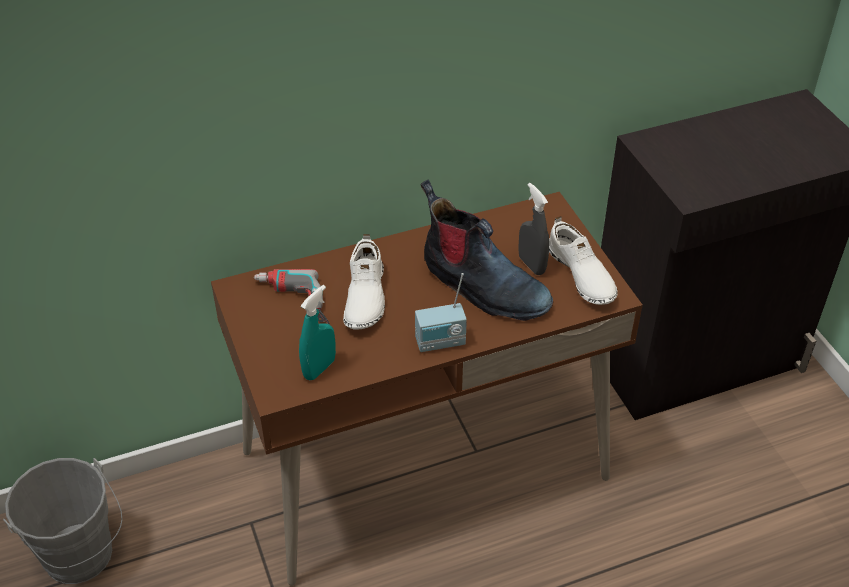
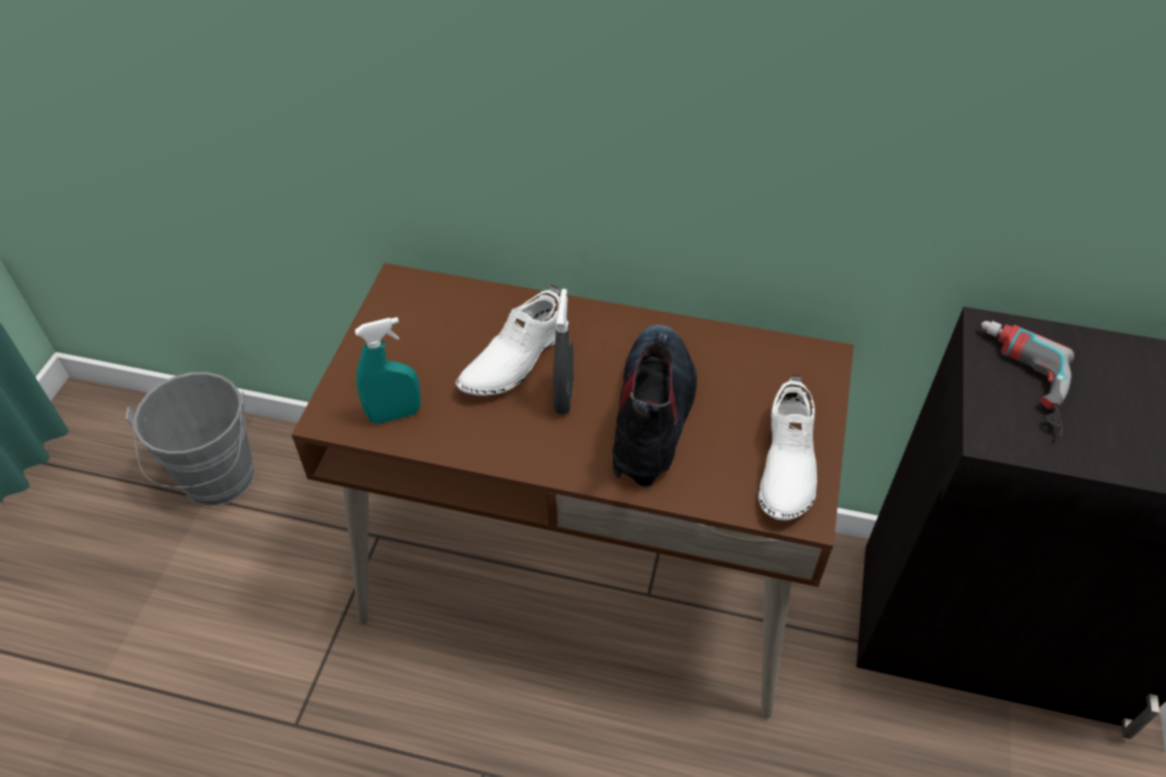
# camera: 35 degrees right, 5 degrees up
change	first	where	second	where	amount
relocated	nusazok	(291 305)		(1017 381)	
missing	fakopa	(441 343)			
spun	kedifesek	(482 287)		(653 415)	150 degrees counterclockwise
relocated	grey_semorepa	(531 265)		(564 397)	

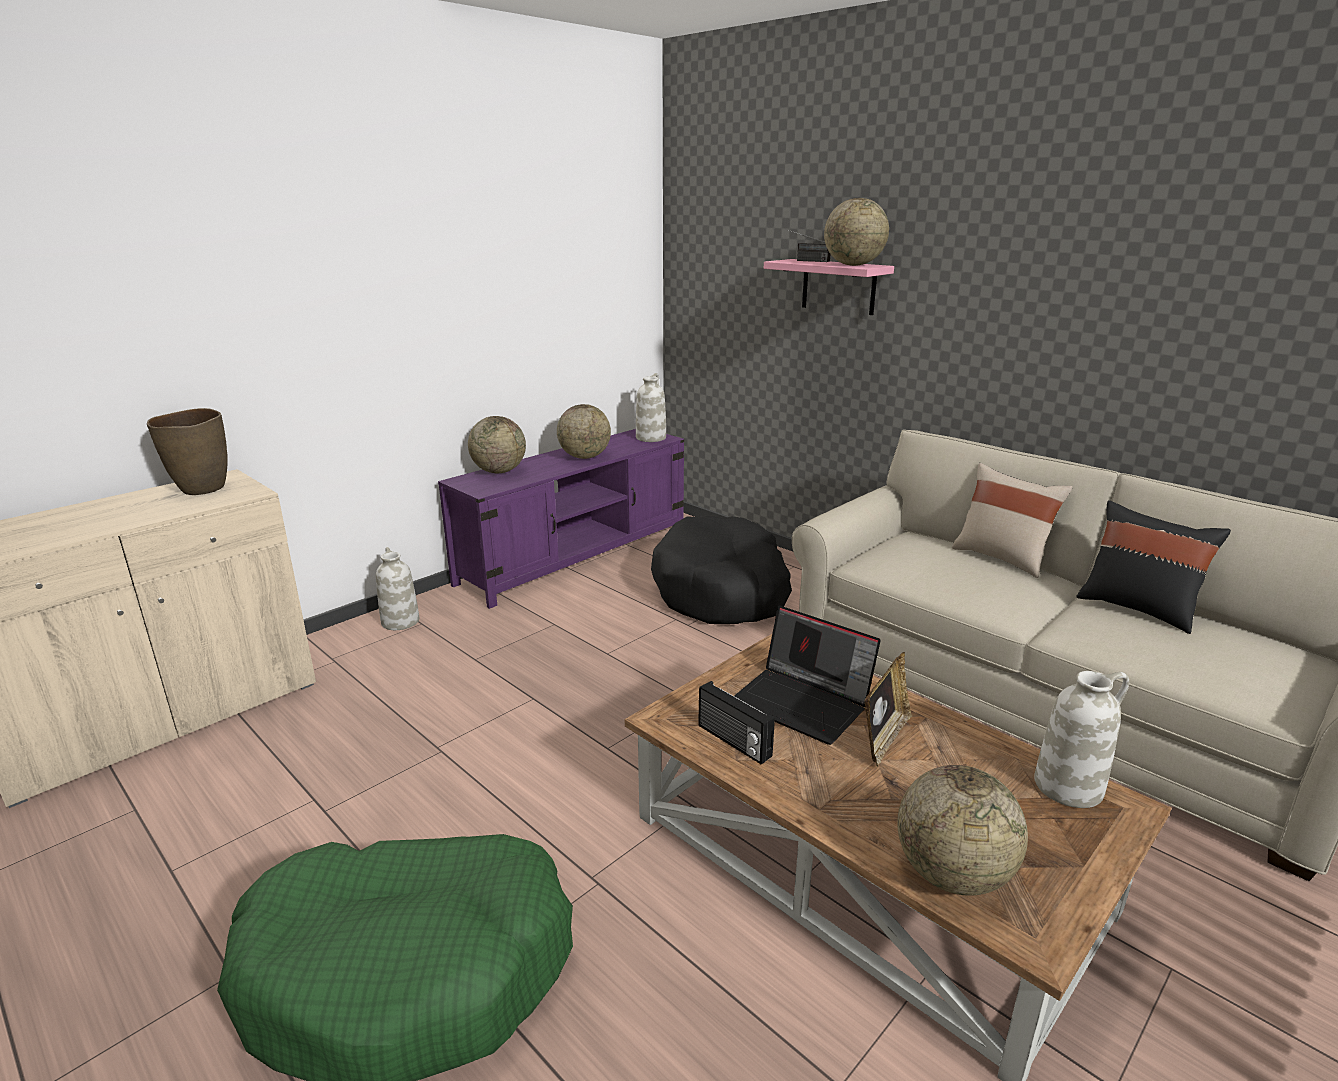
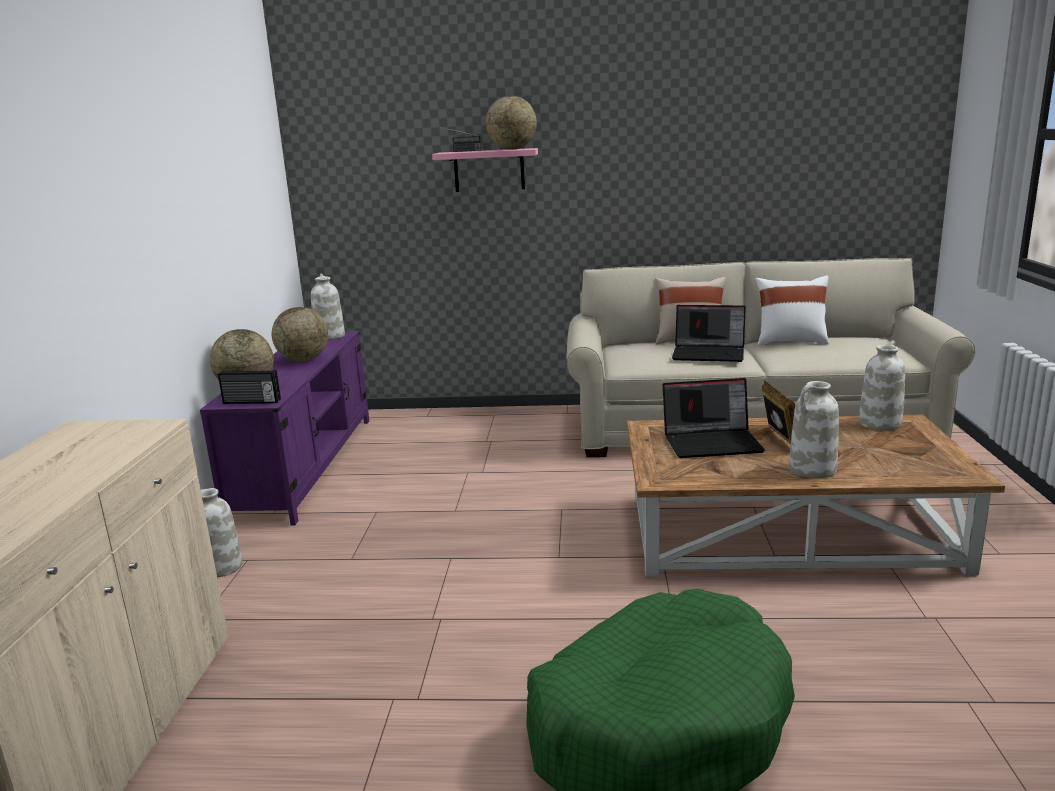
# camera: 40 degrees left, 5 degrees down
change	first	where	second	where	amount
missing	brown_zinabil	(202 489)			
missing	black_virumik	(722 590)			
relocated	fakopa	(733 741)		(251 402)	
missing	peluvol	(952 874)			
colour	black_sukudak	(1137 608)	white_sukudak	(790 341)	
appeared			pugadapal	(709 354)	
appeared			white_zinabil	(812 470)	

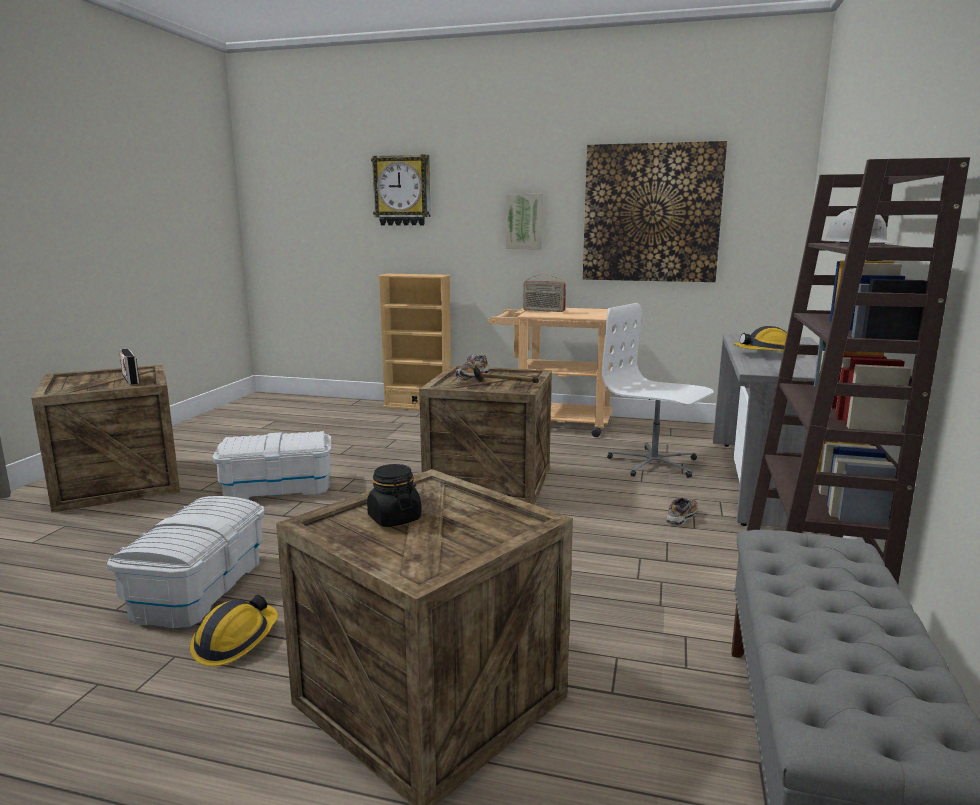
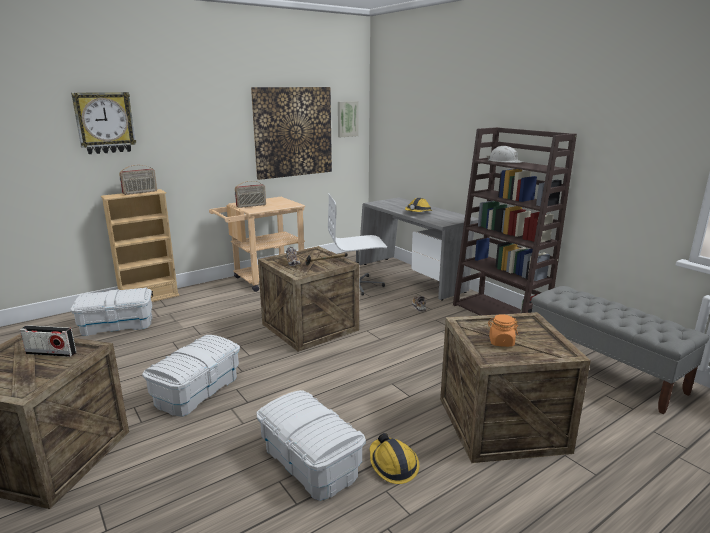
# camera: 50 degrees left, 5 degrees up
change	first	where	second	where	amount
colour	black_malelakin	(394 518)	orange_malelakin	(501 342)	
relocated	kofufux	(524 221)		(347 119)	
appeared			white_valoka	(117 325)	
appeared			fakopa	(140 192)	

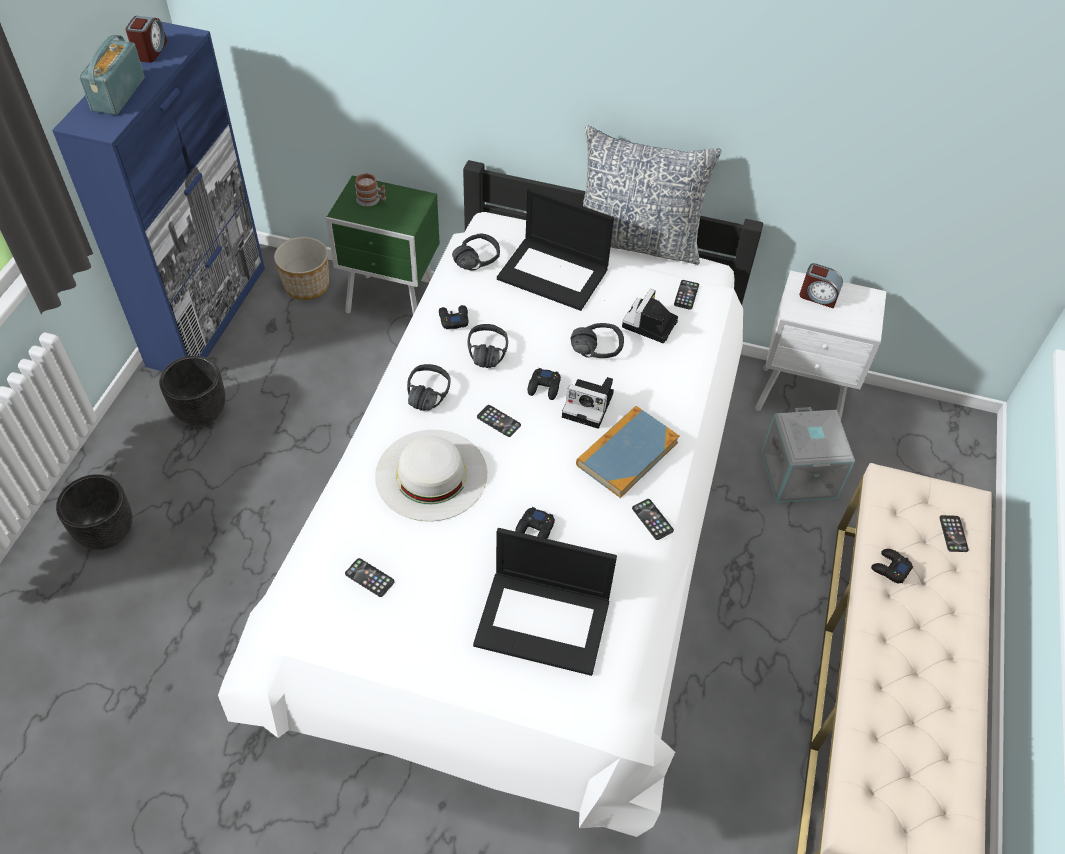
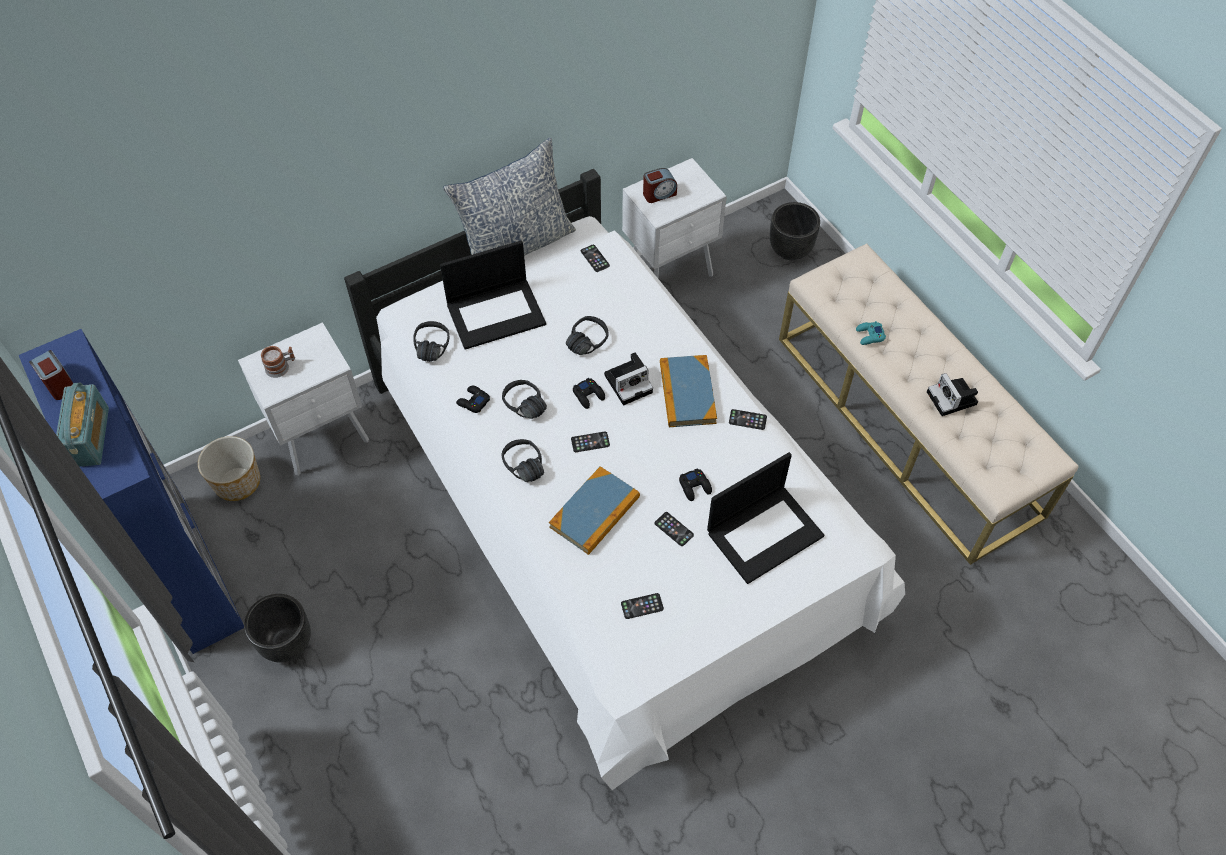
# camera: 45 degrees left, 5 degrees up
change	first	where	second	where	amount
relocated	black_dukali	(108 533)		(789 250)	
spun	fakopa	(118 94)		(90 437)	150 degrees counterclockwise
colour	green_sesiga	(393 304)	white_sesiga	(324 438)	
exchanged	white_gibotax	(431 474)	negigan	(595 512)	
relocated	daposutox	(649 325)		(953 399)	
missing	grey_valoka	(800 474)			
colour	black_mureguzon	(890 568)	turquoise_mureguzon	(869 336)	
relocated	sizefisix	(953 534)		(674 529)	

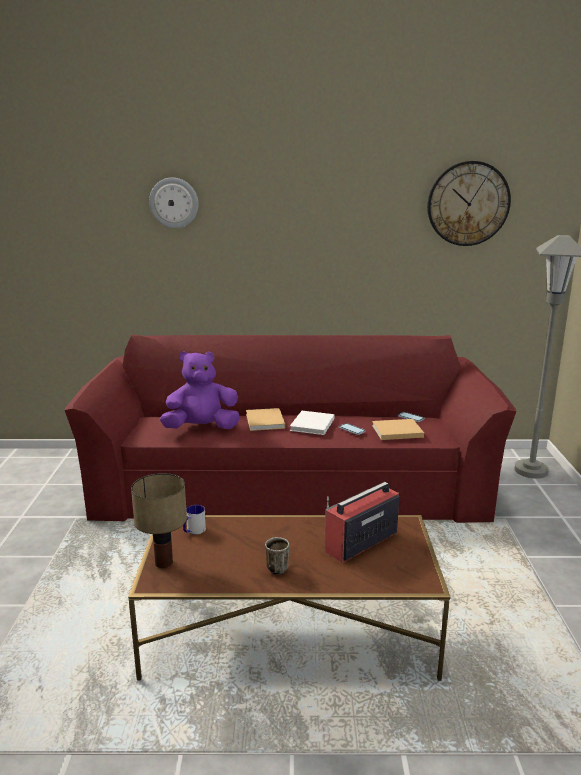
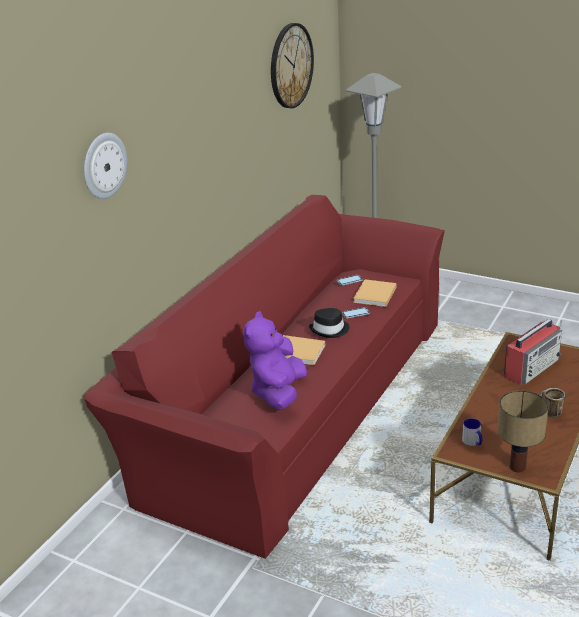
# camera: 60 degrees left, 10 degrees up
change	first	where	second	where	amount
exchanged	white_negigan	(312 425)	black_gibotax	(330 330)	
spun	fakopa	(360 542)		(532 368)	120 degrees counterclockwise

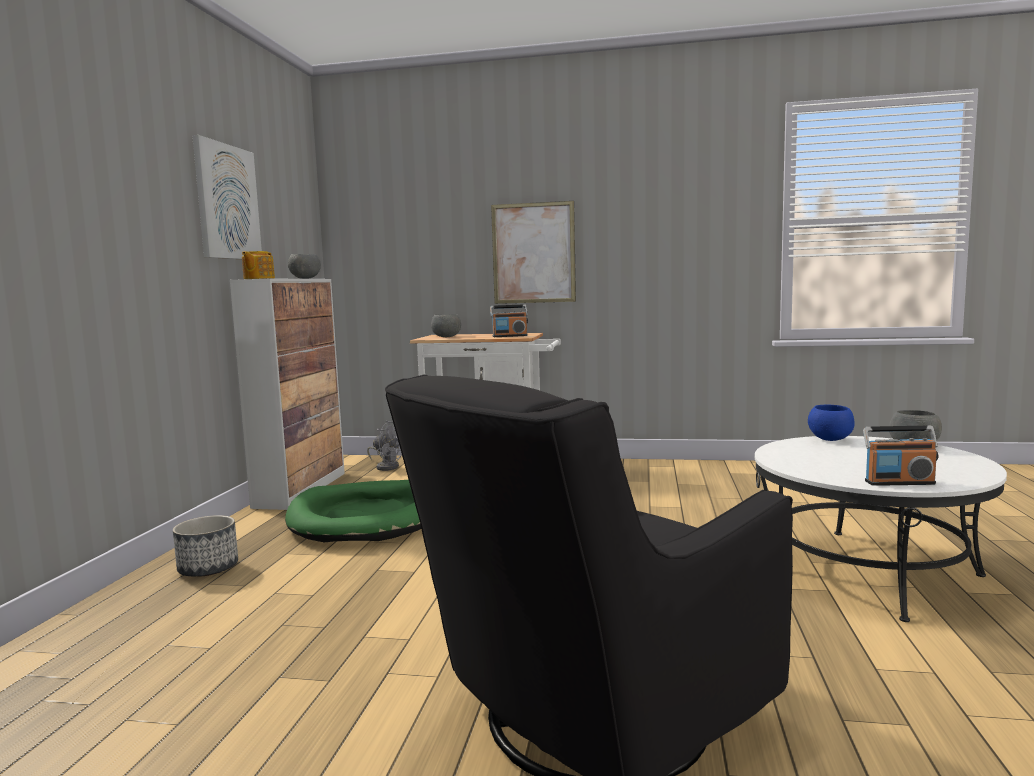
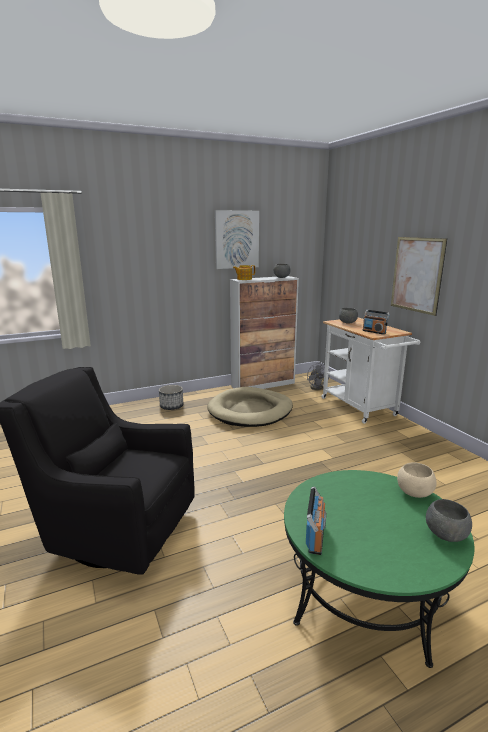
# camera: 55 degrees right, 10 degrees up
change	first	where	second	where	amount
colour	green_virumik	(367 518)	beige_virumik	(250 410)	
colour	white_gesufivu	(866 570)	green_gesufivu	(365 592)	
colour	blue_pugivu	(829 439)	beige_pugivu	(414 493)	
spun	fakopa	(899 482)		(315 537)	135 degrees counterclockwise

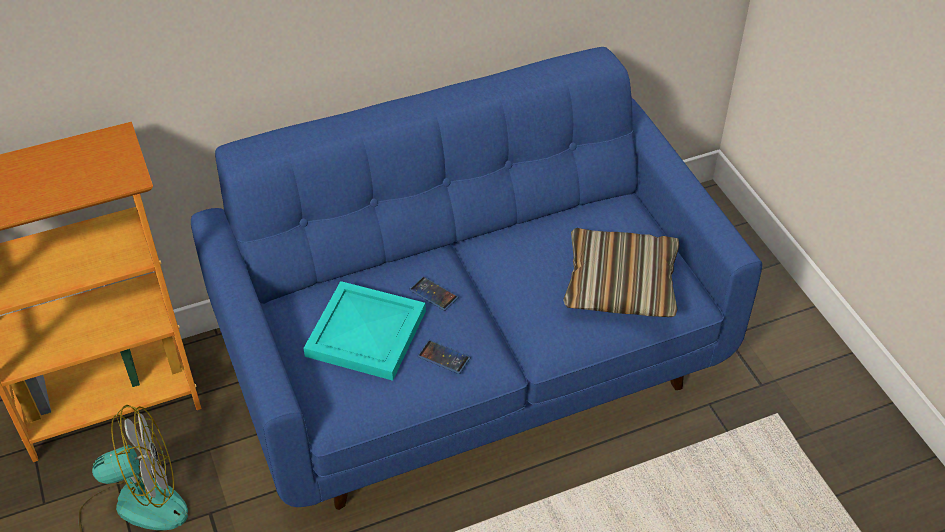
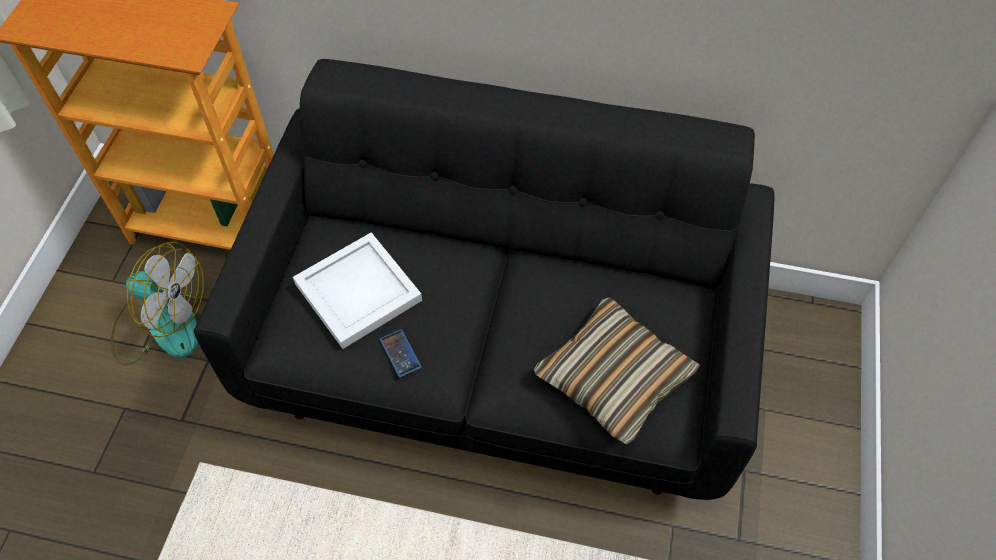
# camera: 35 degrees right, 10 degrees up
change	first	where	second	where	amount
colour	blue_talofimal	(473 361)	black_talofimal	(499 354)	
colour	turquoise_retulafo	(365 332)	white_retulafo	(358 290)	
missing	sizefisix	(434 294)			

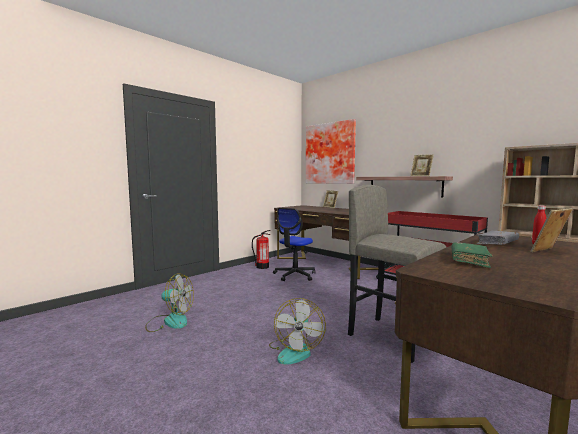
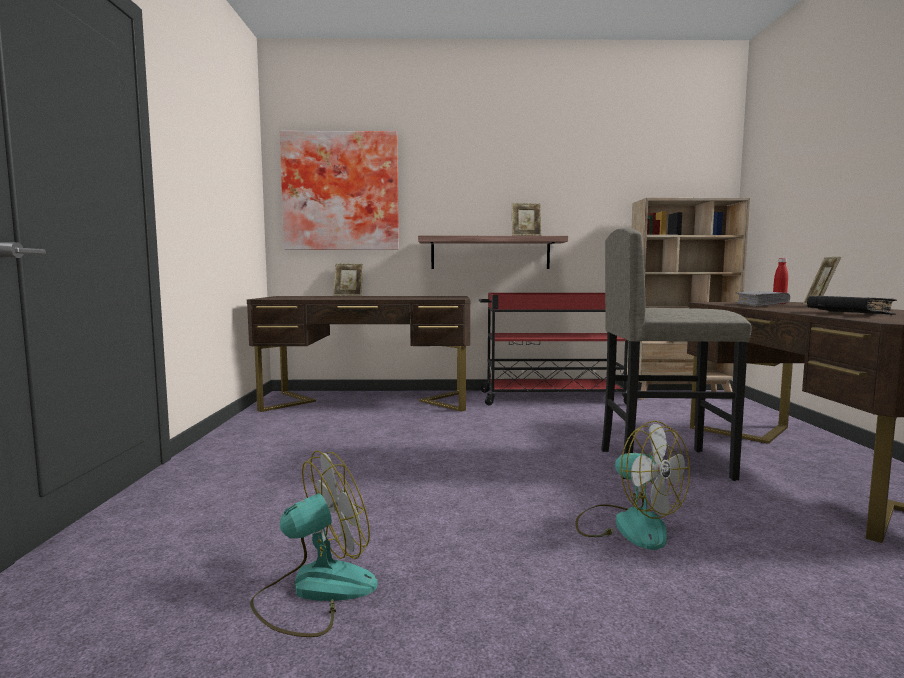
# camera: 45 degrees left, 0 degrees up
change	first	where	second	where	amount
missing	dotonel	(262 267)			
missing	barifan	(294 275)			
colour	green_negigan	(469 260)	black_negigan	(848 314)	

